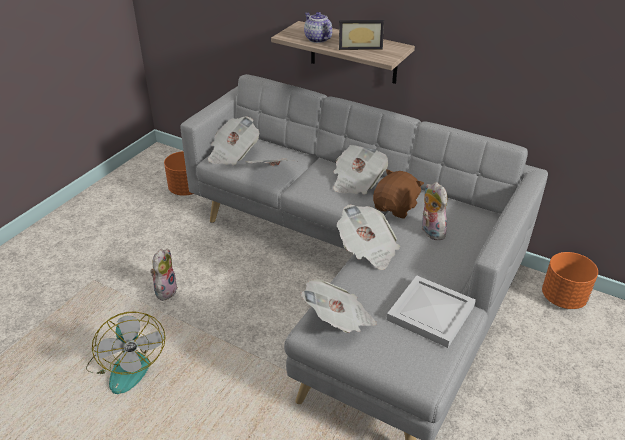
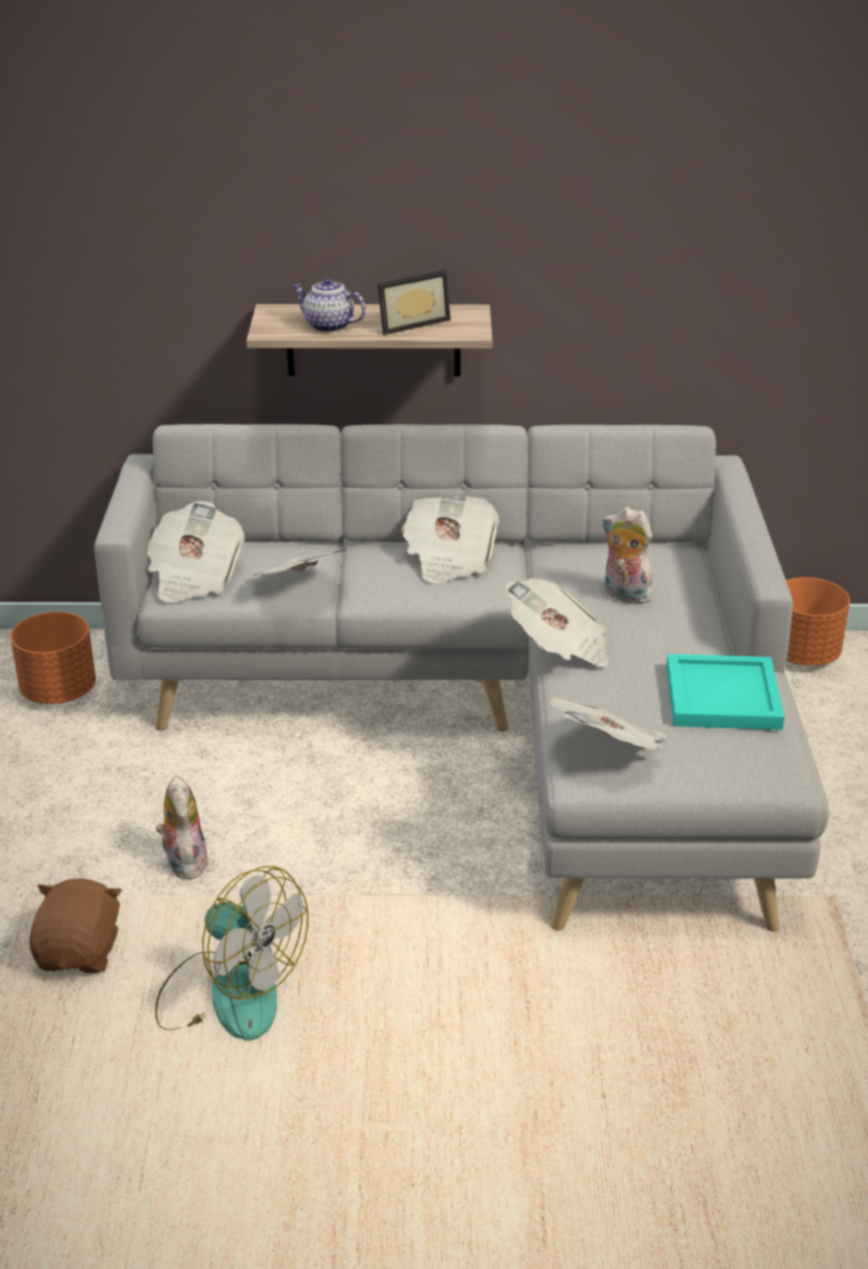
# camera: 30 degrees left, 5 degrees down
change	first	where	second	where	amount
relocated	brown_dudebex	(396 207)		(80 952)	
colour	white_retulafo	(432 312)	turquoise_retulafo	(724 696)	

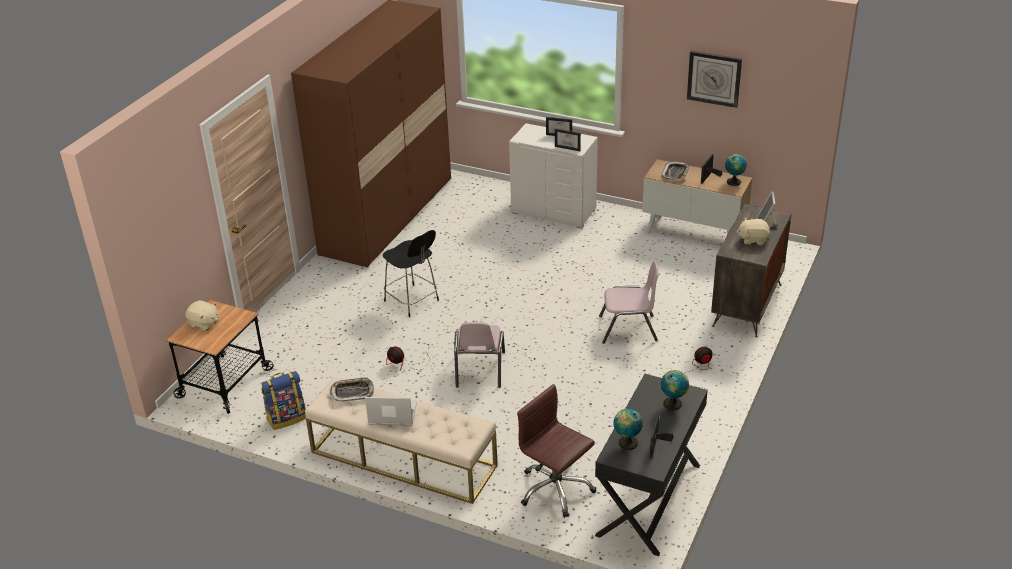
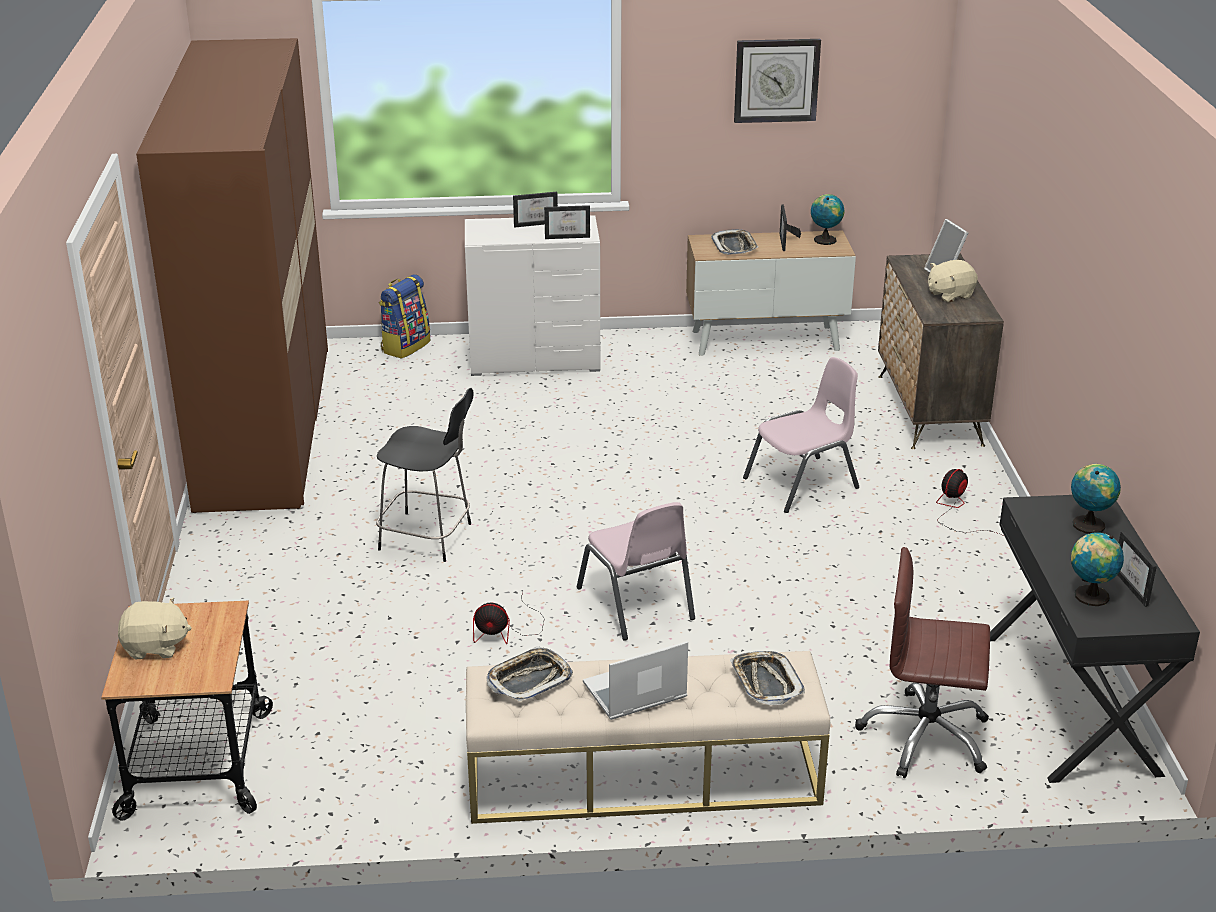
# camera: 30 degrees left, 5 degrees down
change	first	where	second	where	amount
relocated	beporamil	(287 418)		(405 346)	
appeared			retulafo	(766 682)	

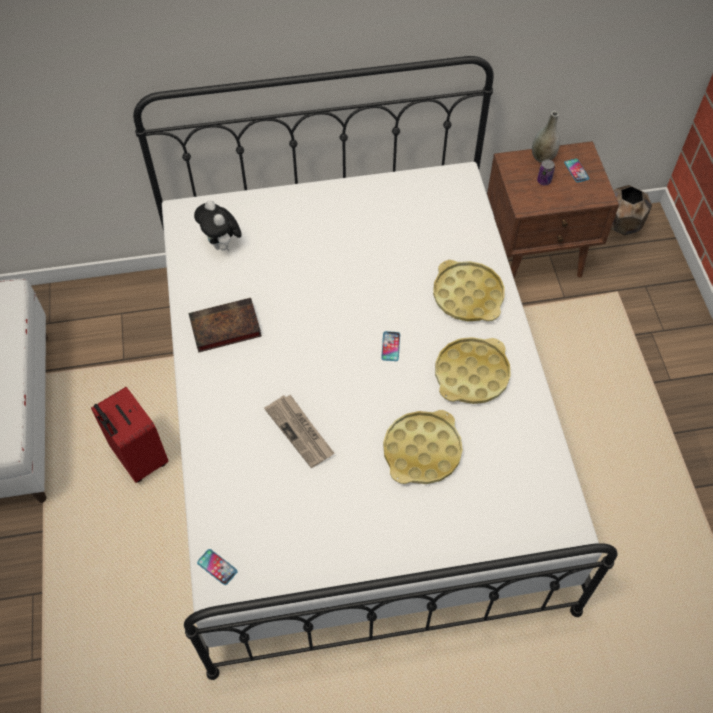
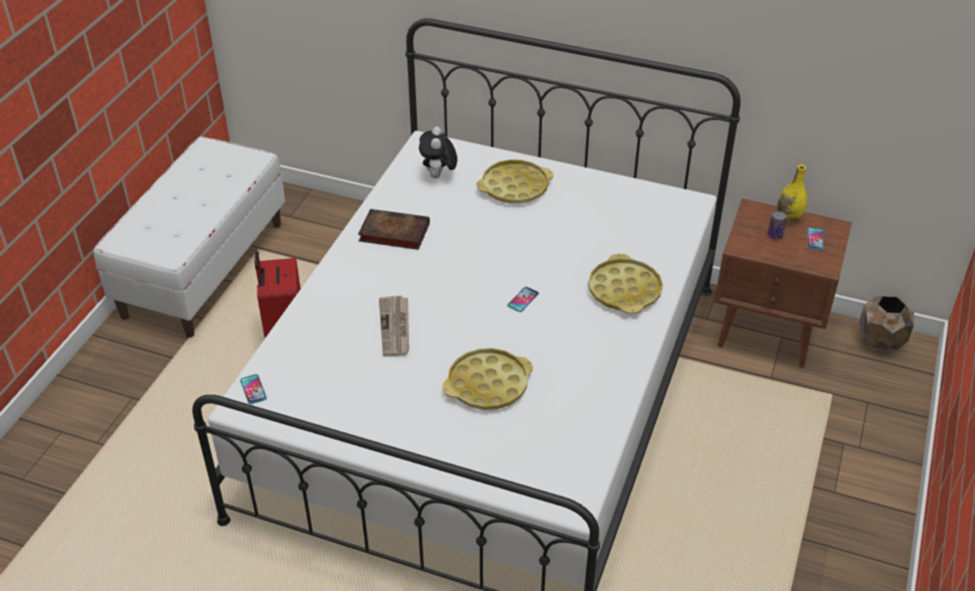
# camera: 30 degrees right, 15 degrees down
change	first	where	second	where	amount
relocated	yellow_retulafo	(471 374)		(514 187)	
colour	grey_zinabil	(543 157)	yellow_zinabil	(789 217)	

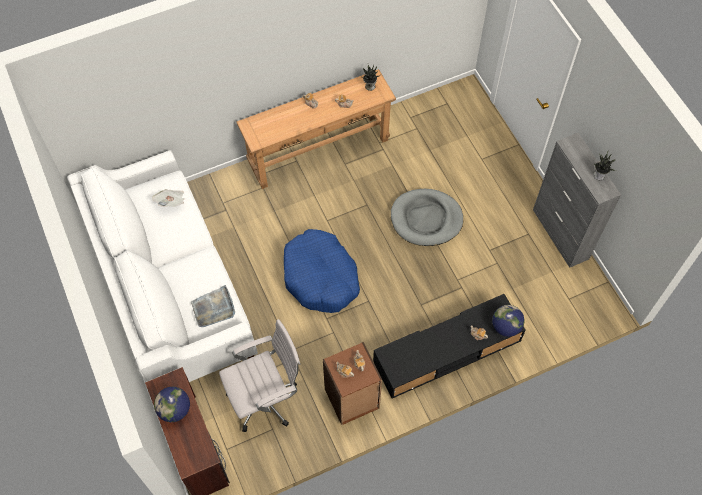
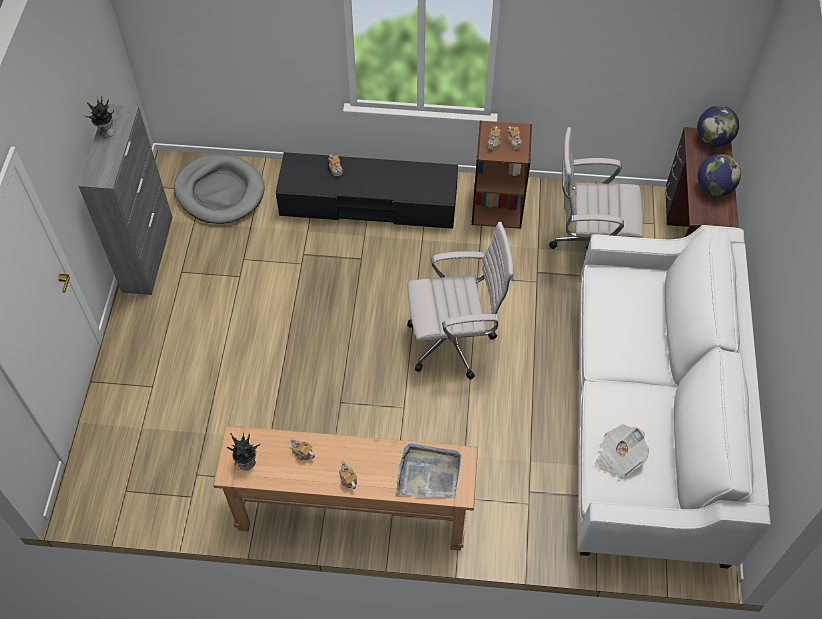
# camera: 150 degrees left, 5 degrees down
change	first	where	second	where	amount
relocated	grey_retulafo	(214 308)		(428 473)	
exchanged	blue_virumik	(321 277)	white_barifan	(455 342)	
relocated	grey_virumik	(426 219)		(220 192)	
relocated	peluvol	(506 327)		(713 139)	

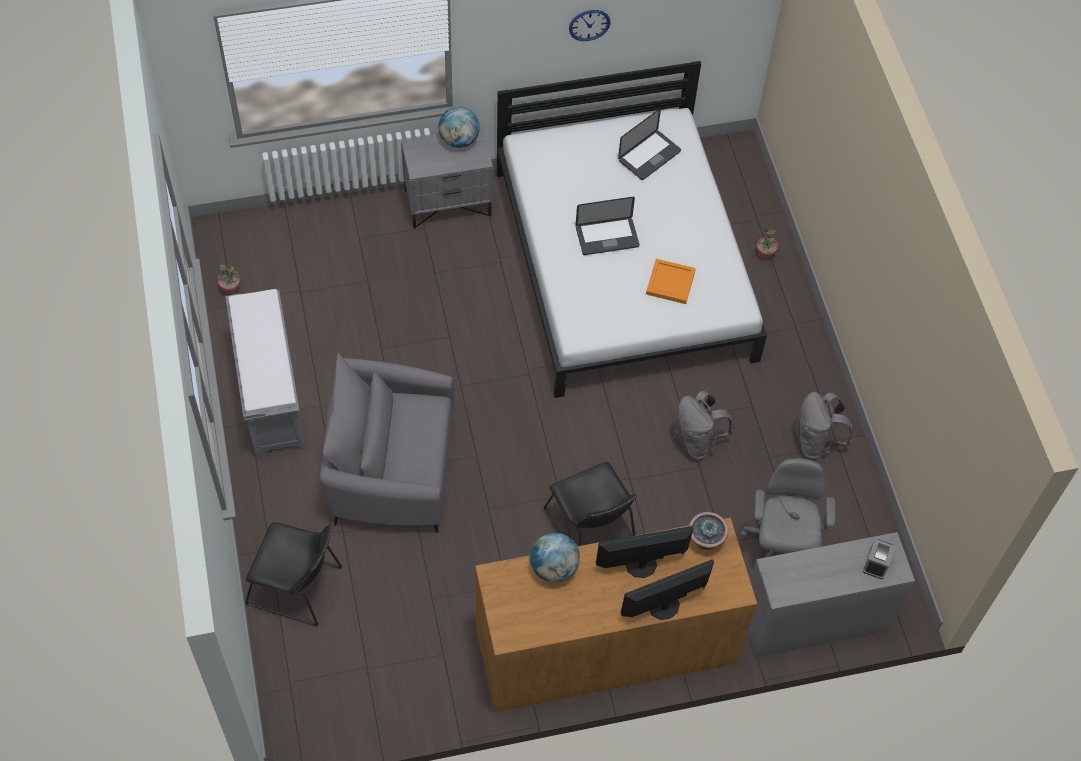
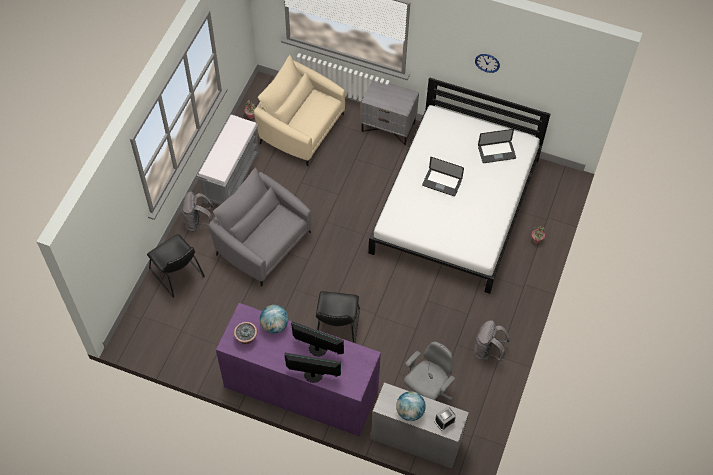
# camera: 35 degrees right, 0 degrees up
change	first	where	second	where	amount
relocated	peluvol	(459 140)		(409 411)	
colour	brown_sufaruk	(605 646)	purple_sufaruk	(301 388)	
missing	orange_retulafo	(671 282)			
relocated	grey_beporamil	(696 441)		(198 222)	
relocated	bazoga	(705 540)		(246 338)	
appeared			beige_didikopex	(301 128)	

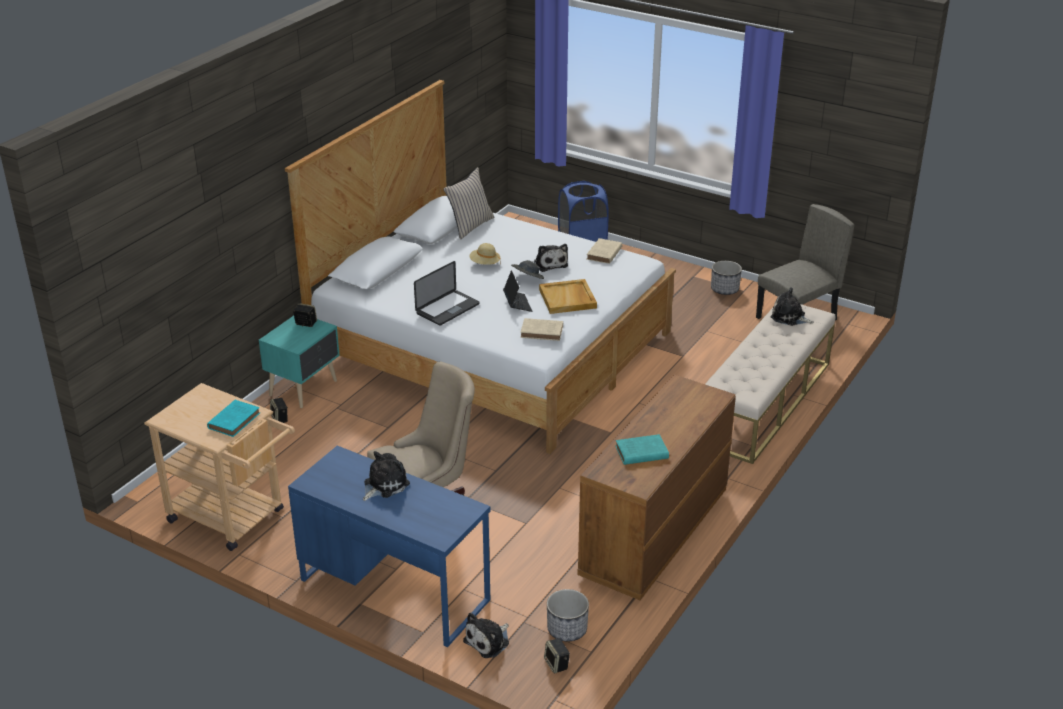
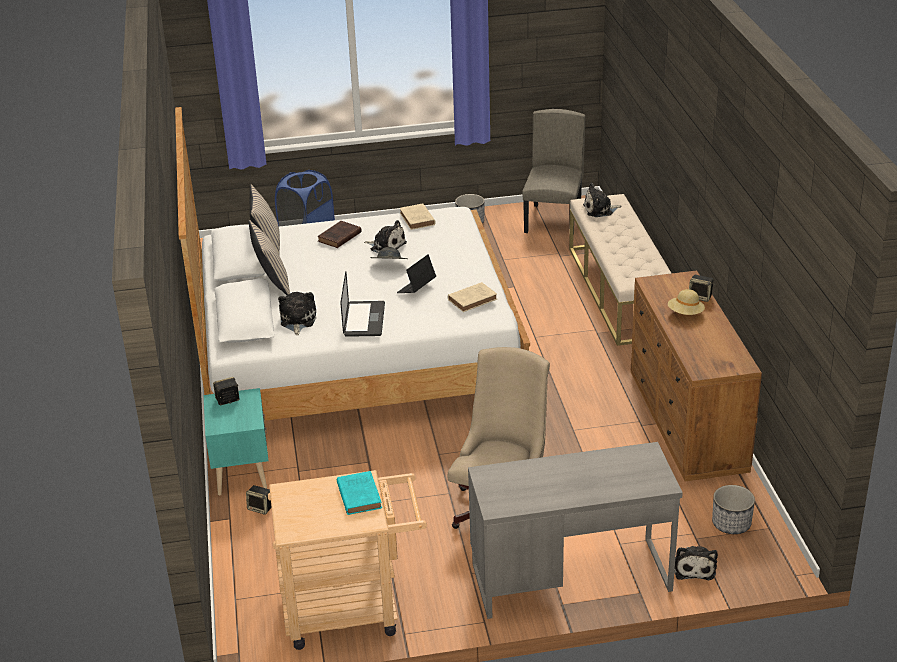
# camera: 40 degrees left, 0 degrees up
change	first	where	second	where	amount
colour	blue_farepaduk	(394 589)	grey_farepaduk	(570 577)	
relocated	dudebex	(384 485)		(297 320)	
relocated	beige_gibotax	(485 263)		(685 313)	
spun	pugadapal	(517 304)		(416 288)	90 degrees counterclockwise
missing	beige_retulafo	(568 299)			
relocated	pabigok	(557 664)		(700 297)	
missing	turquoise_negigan	(640 453)			
appeared			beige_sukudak	(272 283)	
appeared			brown_negigan	(339 237)	

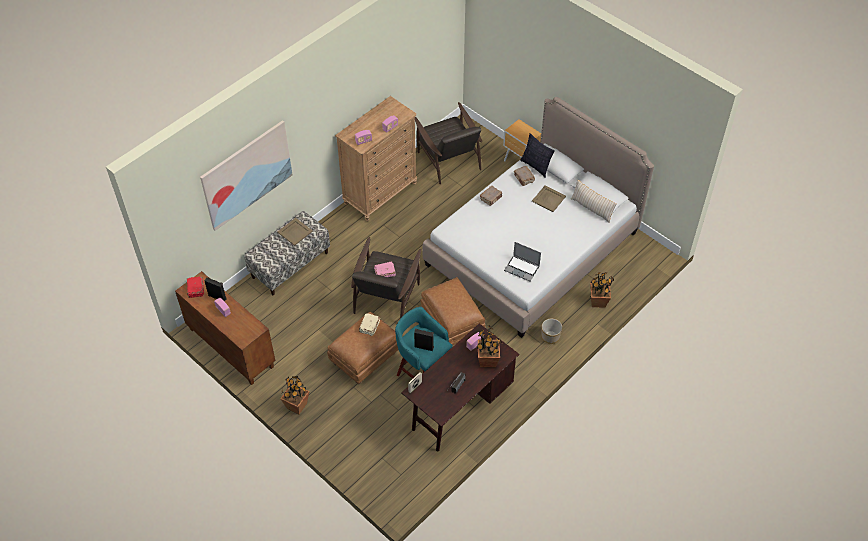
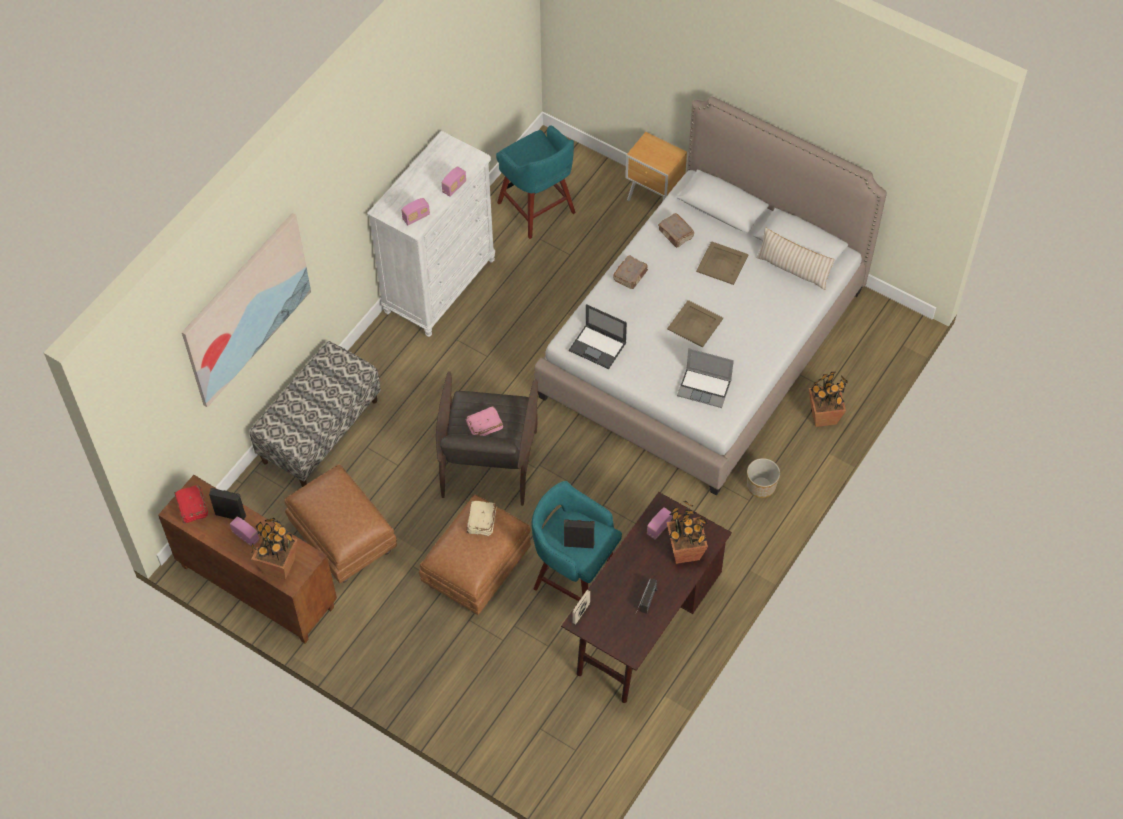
# camera: 10 degrees left, 5 degrees up
change	first	where	second	where	amount
relocated	beige_retulafo	(295 231)		(695 323)	
relocated	bazoga	(297 405)		(279 565)	
colour	brown_sufaruk	(380 193)	white_sufaruk	(439 286)	
exchanged	brown_didikopex	(448 159)	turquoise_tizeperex	(537 209)	
relocated	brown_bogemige	(452 323)		(342 539)	
missing	sukudak	(536 166)			
appeared			pugadapal	(598 347)	

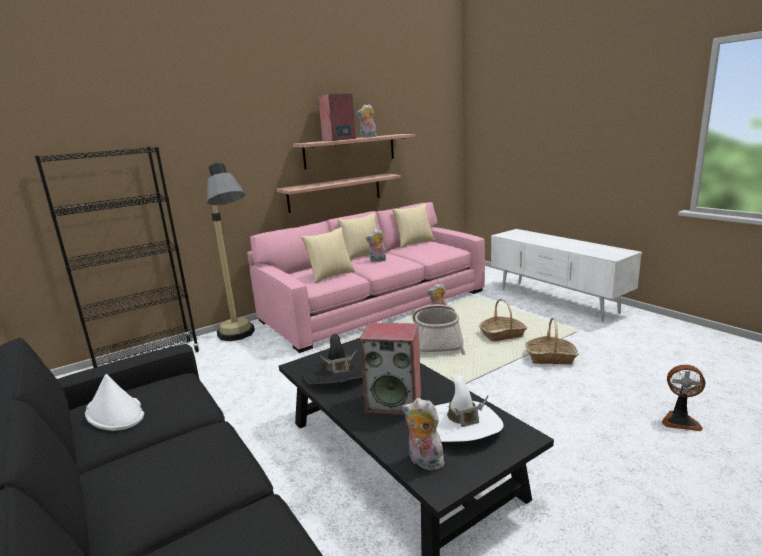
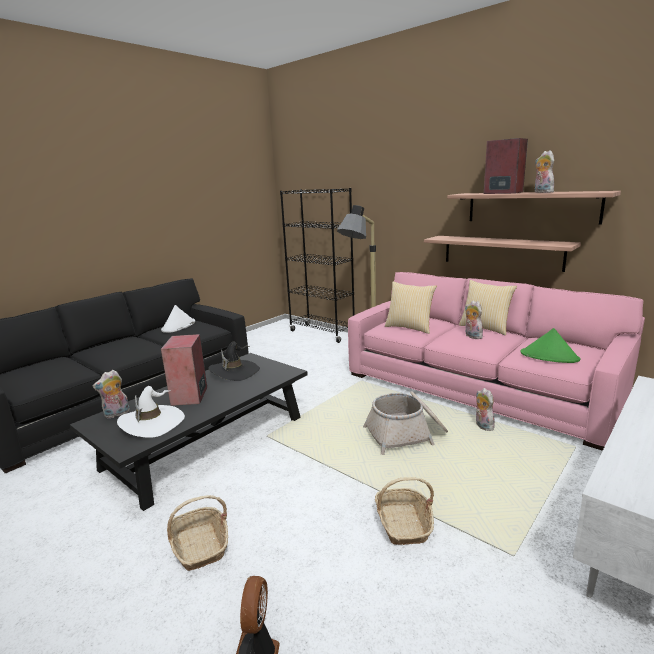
# camera: 75 degrees right, 0 degrees up
change	first	where	second	where	amount
missing	sukudak	(414 243)			
spun	dudebex	(423 462)		(116 414)	150 degrees counterclockwise
relocated	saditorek	(502 335)		(200 546)	
appeared			green_gibotax	(549 356)	

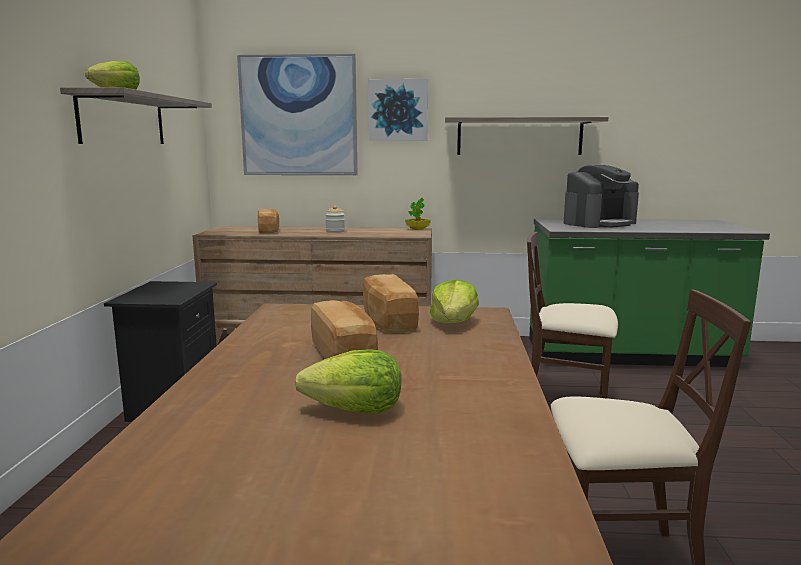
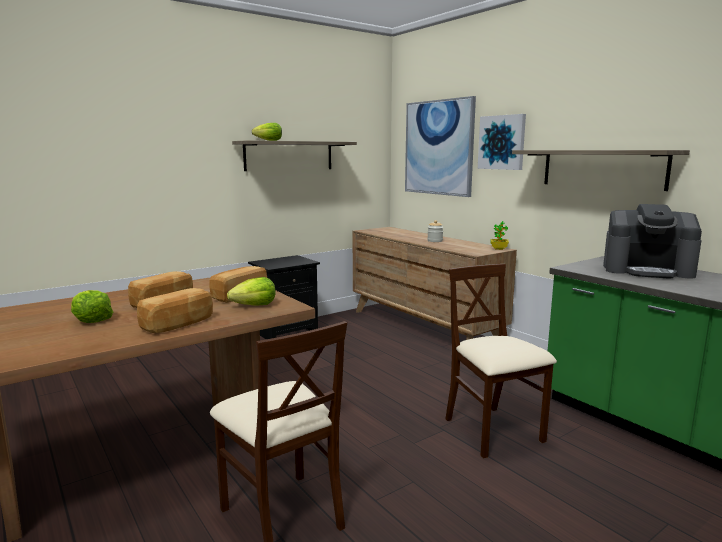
# camera: 50 degrees right, 0 degrees up
change	first	where	second	where	amount
relocated	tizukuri	(269 230)		(179 324)	

